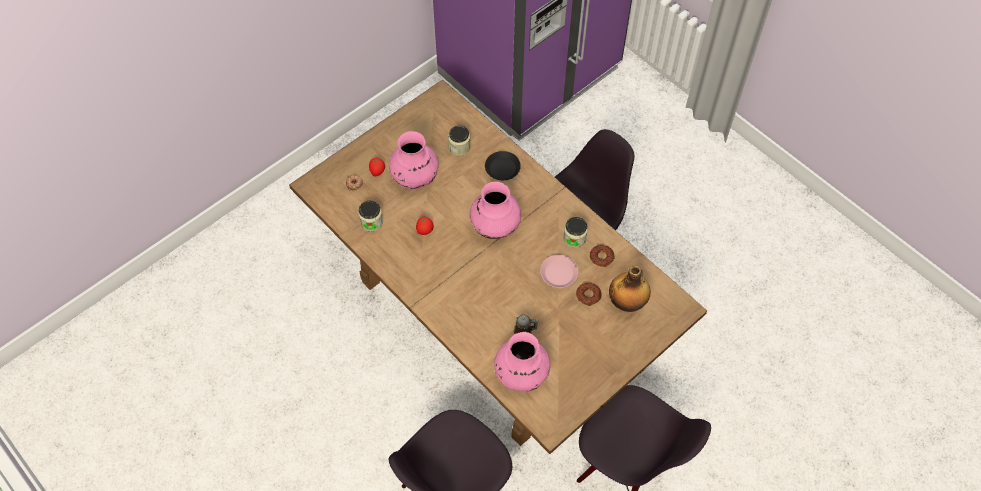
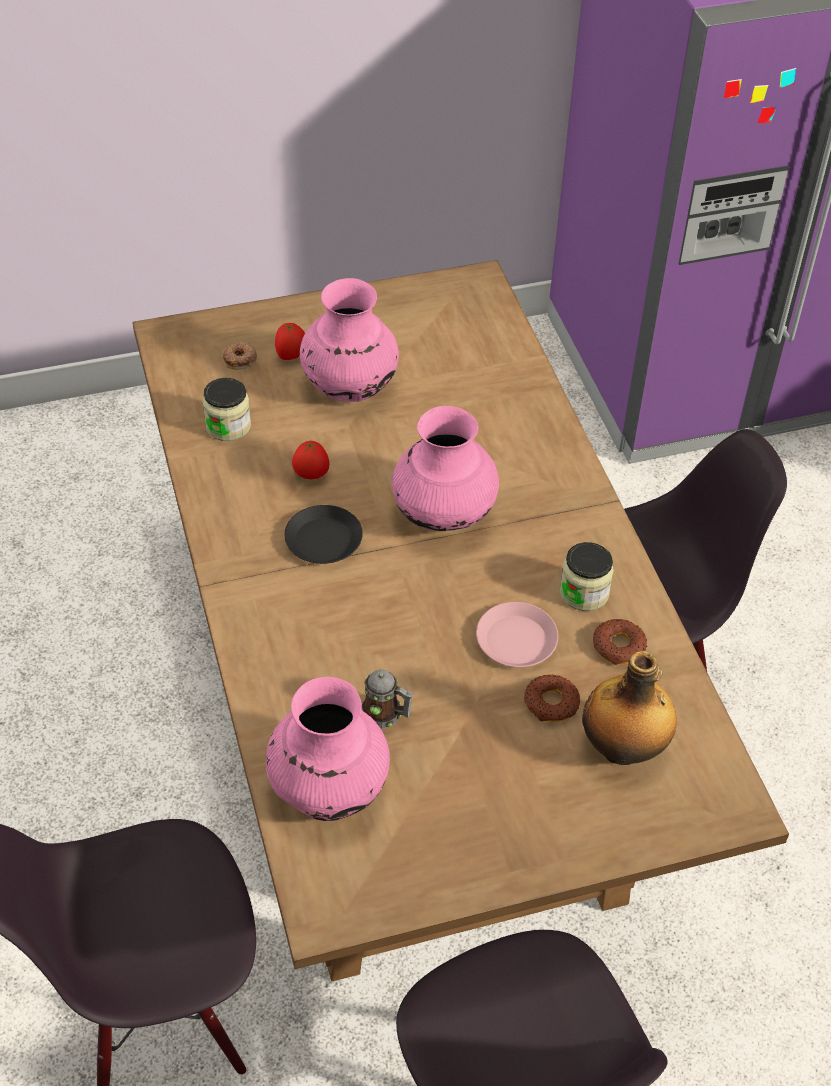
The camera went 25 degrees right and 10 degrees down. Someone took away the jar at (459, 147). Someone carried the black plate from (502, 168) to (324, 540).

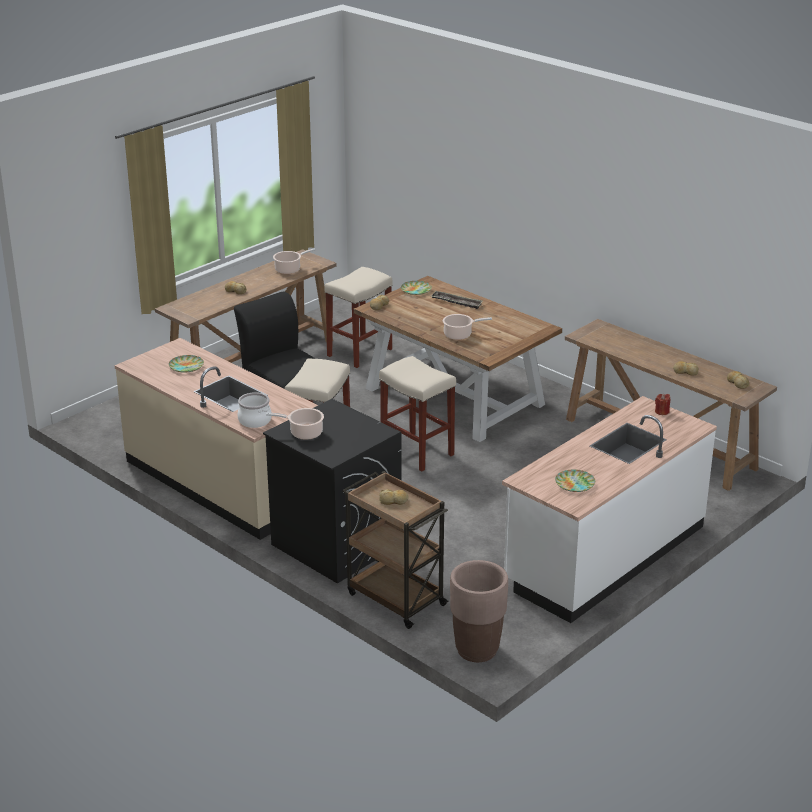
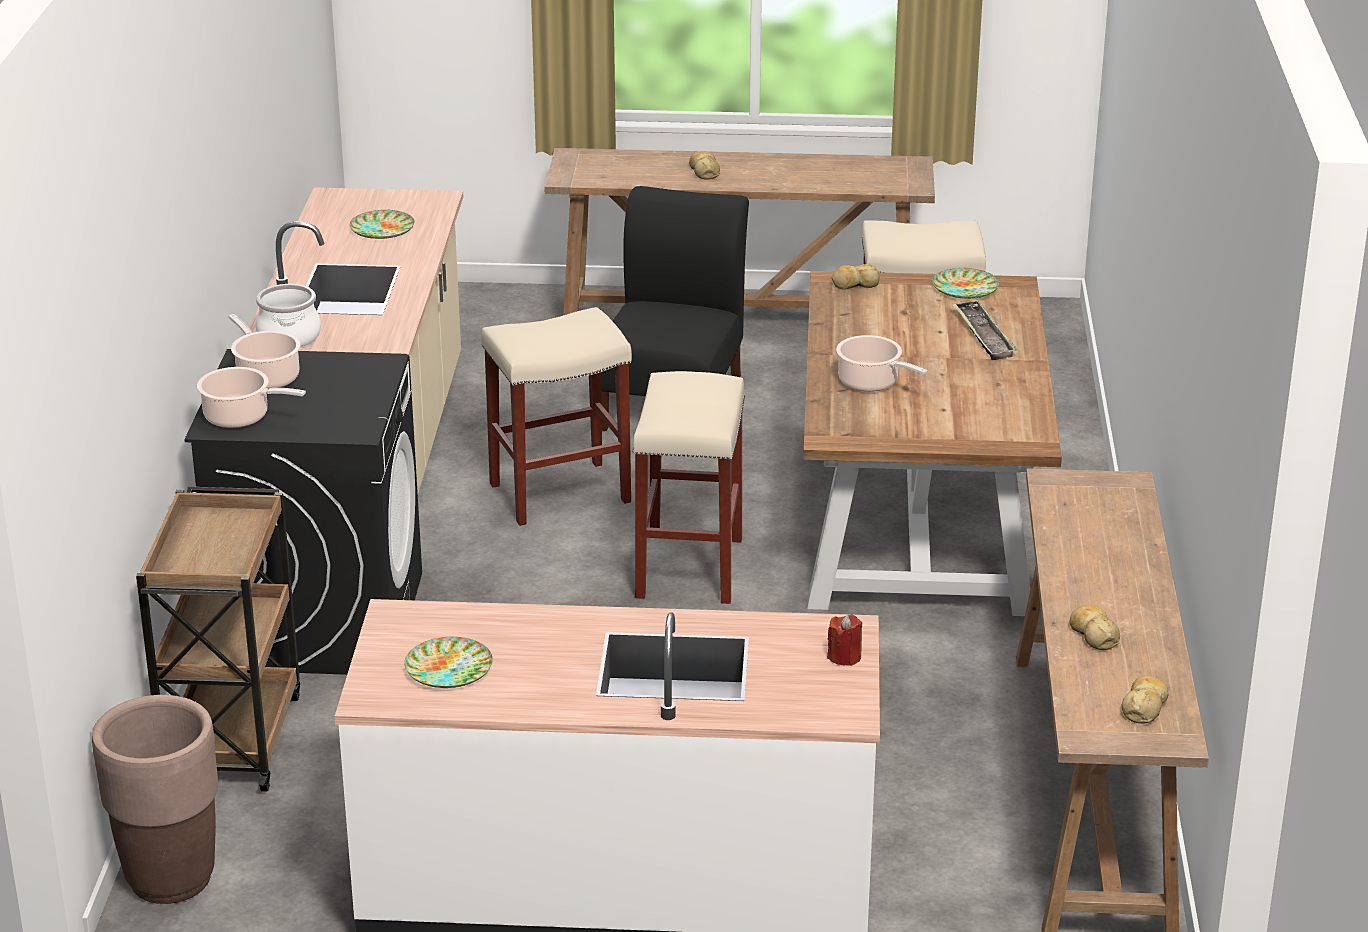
The camera went 50 degrees right and 0 degrees up. Someone carried the cooking pot from (289, 269) to (240, 417). Someone took away the bread at (393, 501).

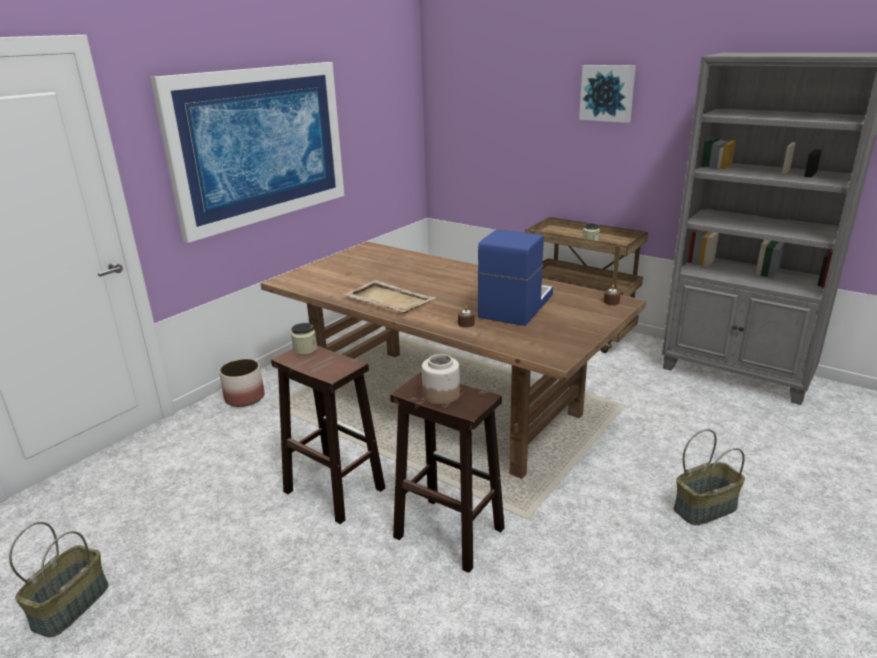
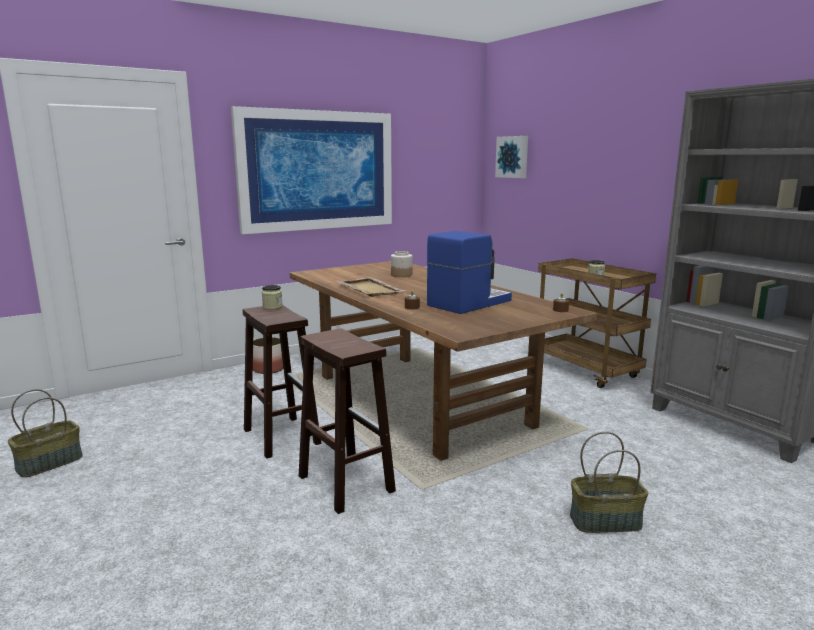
The camera went 20 degrees right and 10 degrees down. Someone carried the picture from (607, 93) to (512, 157). Someone carried the jar from (441, 395) to (401, 275).

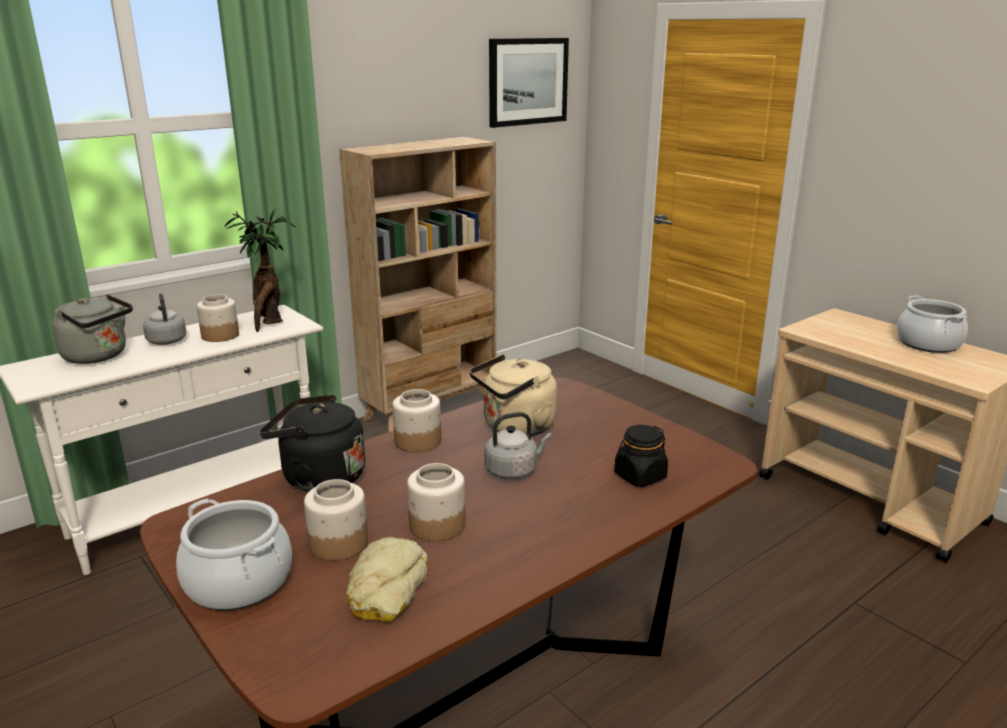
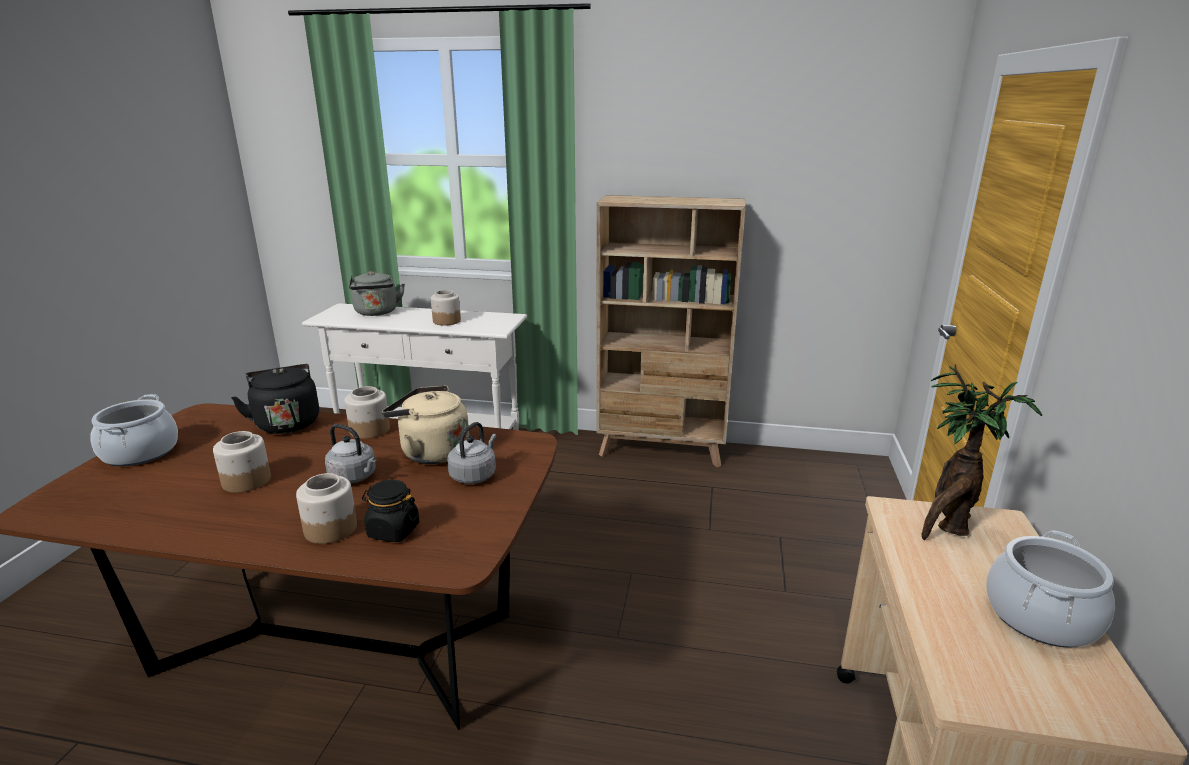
The camera went 50 degrees right and 0 degrees up. Someone took away the picture at (528, 81). Someone carried the potted plant from (269, 321) to (949, 525). Someone carried the grey kettle from (167, 340) to (474, 475). Someone carried the jar from (338, 544) to (330, 529). Someone took away the bread at (386, 589).

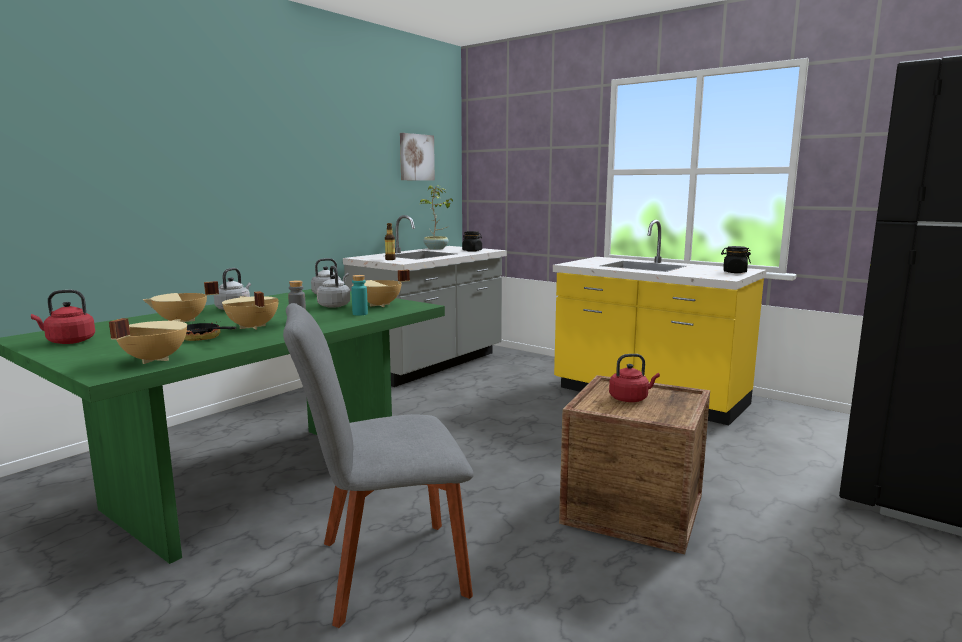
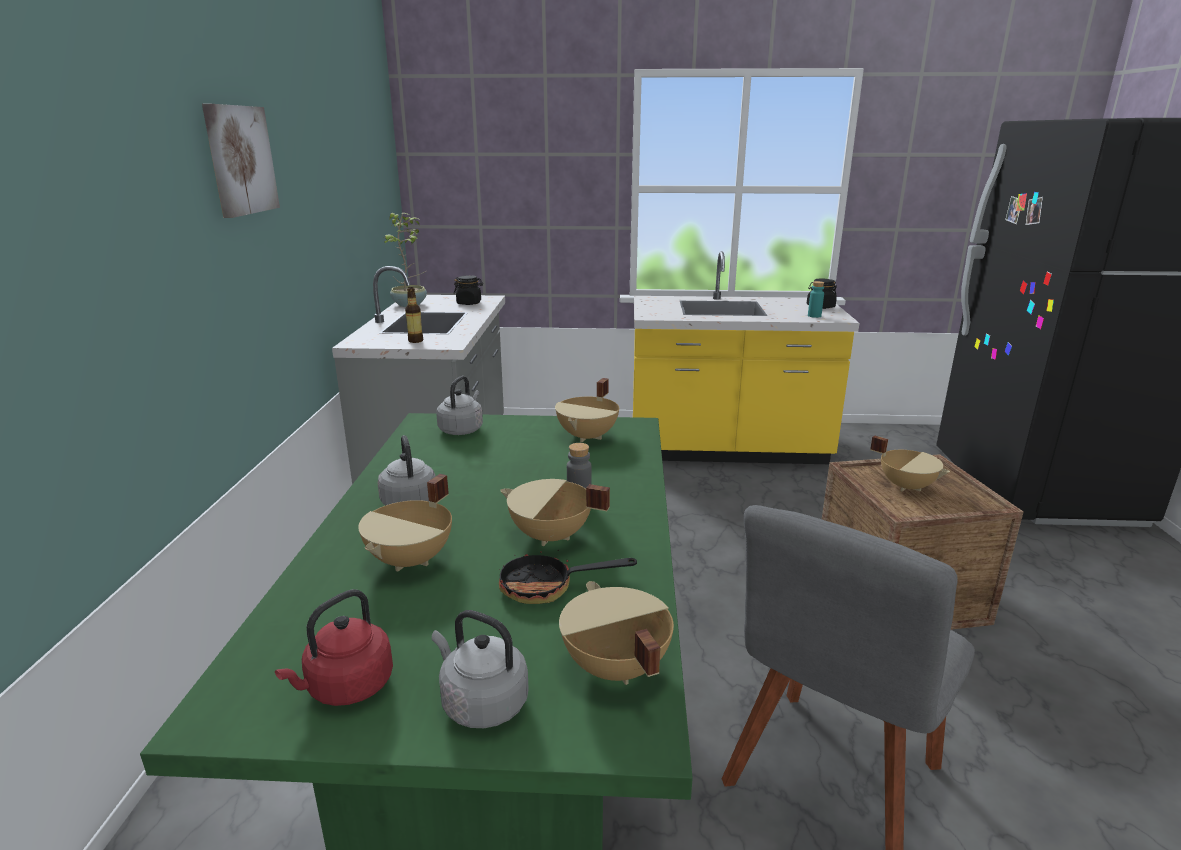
The camera went 35 degrees left and 10 degrees up. Someone carried the picture from (416, 157) to (239, 160). Someone carried the grey kettle from (333, 305) to (481, 703). Someone carried the turquoise bottle from (360, 314) to (814, 316). Someone swapped the red kettle at (630, 399) for the beige cooking pot at (906, 486).

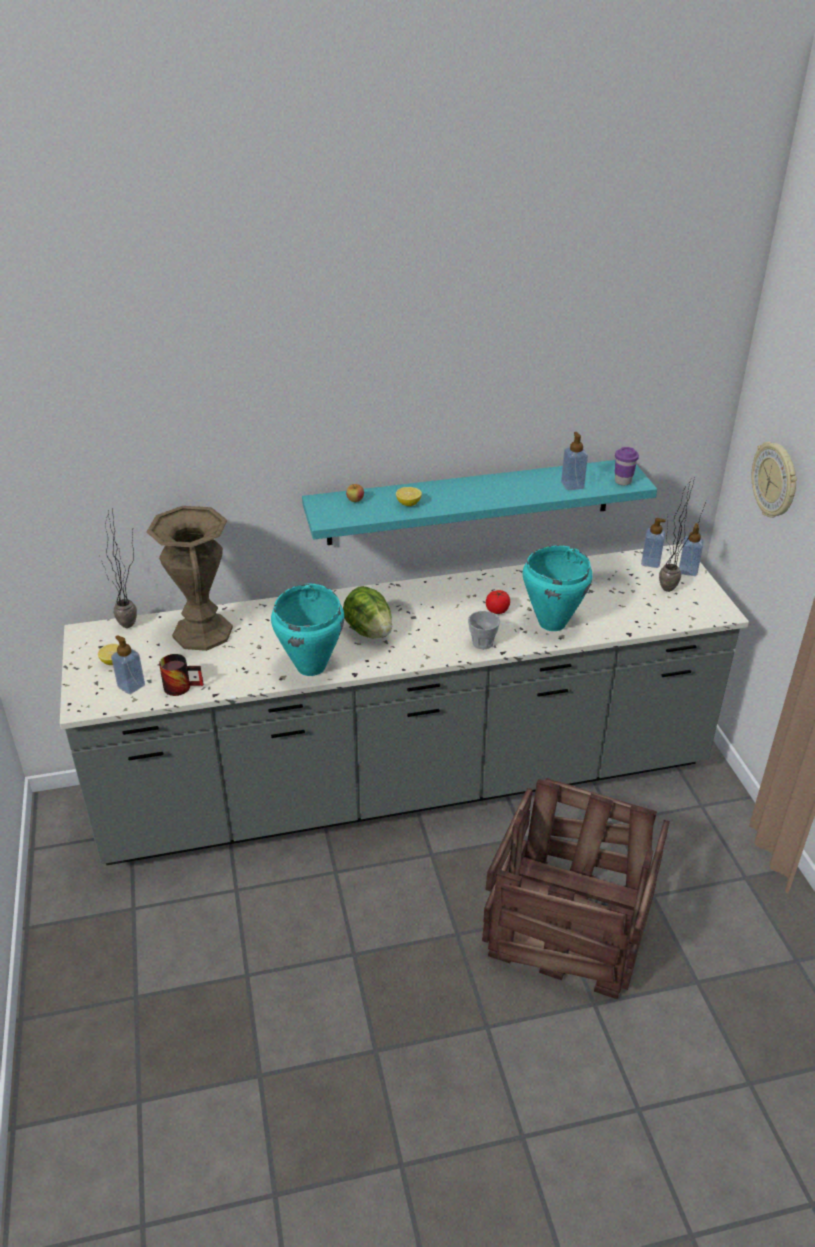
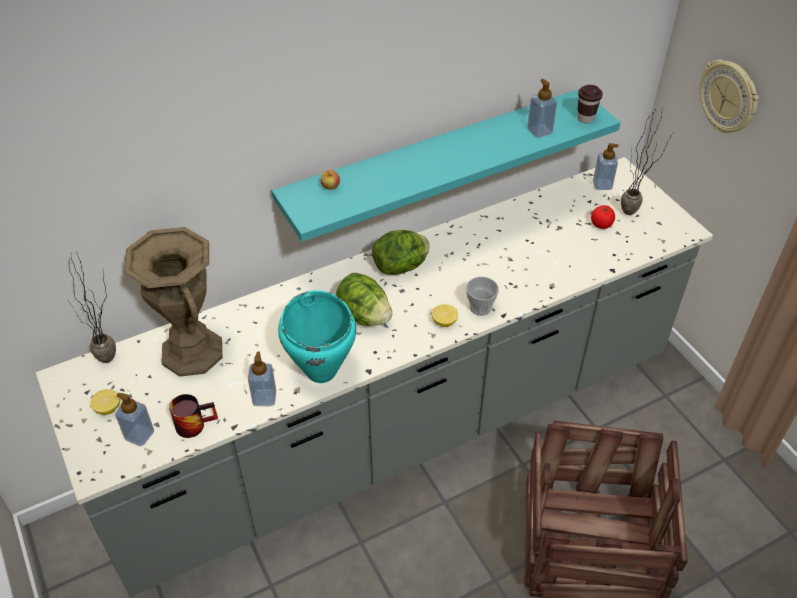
The camera went 15 degrees left and 10 degrees up. Someone repainted the purple cup at (623, 481), which became the brown cup at (585, 118). Someone carried the lemon from (408, 503) to (444, 322). Someone carried the soap dispenser from (688, 571) to (264, 398). Someone took away the turquoise cooking pot at (551, 623). Someone carried the tomato from (497, 610) to (601, 224). Someone put down the lettuce at (401, 267).

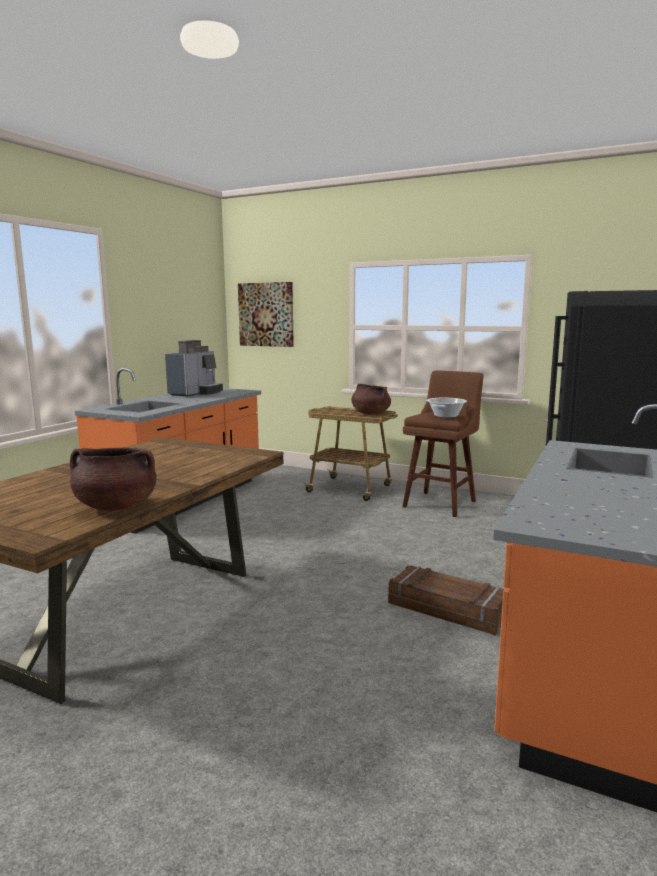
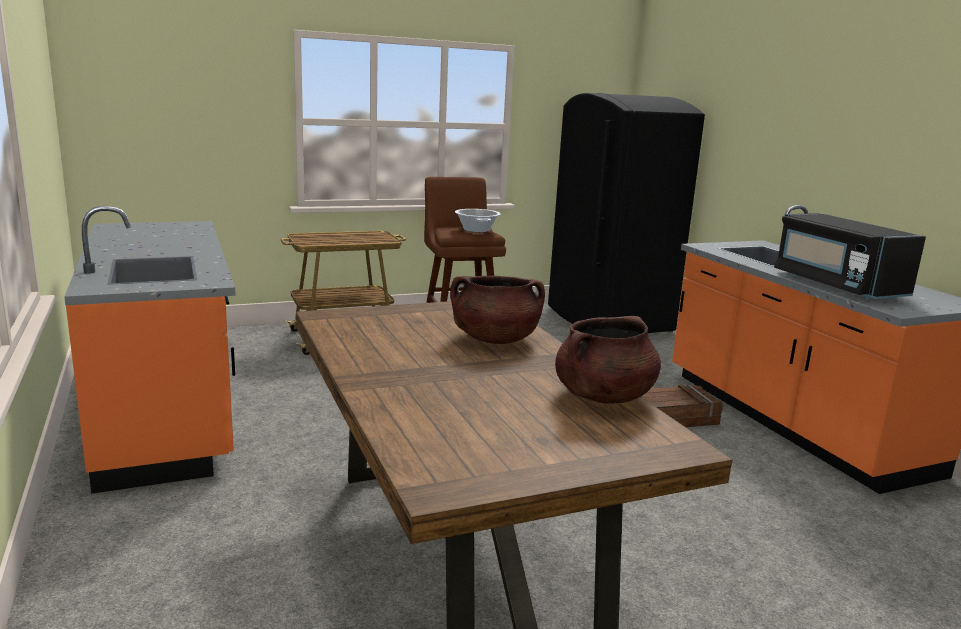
The camera went 50 degrees left and 5 degrees up. Someone took away the picture at (266, 314). Someone took away the coffee machine at (196, 393). Someone carried the brown cooking pot from (370, 413) to (495, 339). Someone put down the black microwave at (836, 285).

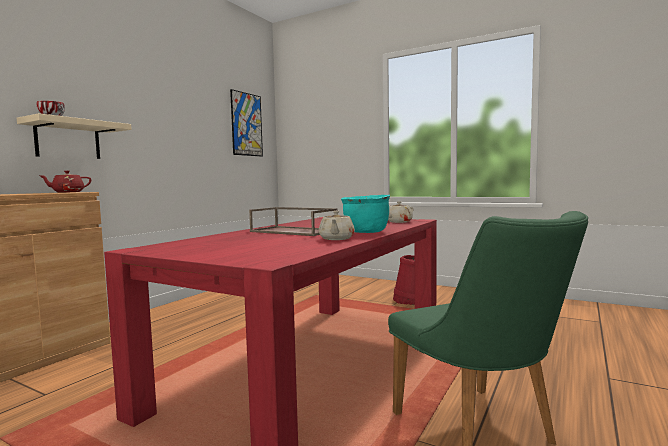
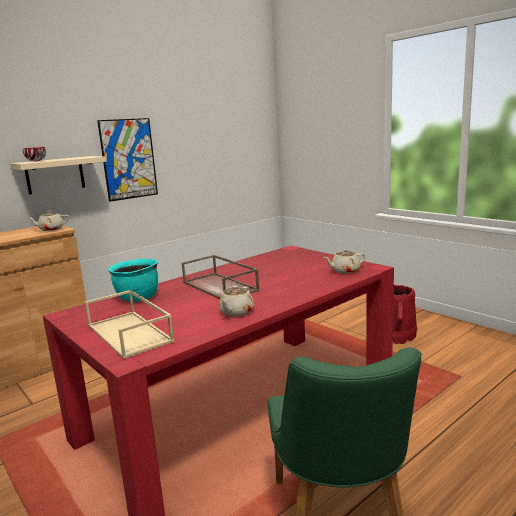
The camera went 20 degrees right and 10 degrees up. Someone carried the picture from (246, 124) to (129, 159). Someone repainted the red teapot at (67, 192), which became the beige teapot at (51, 229). Someone carried the turquoise cooking pot from (366, 232) to (137, 298). Someone put down the beige tray at (130, 333).

